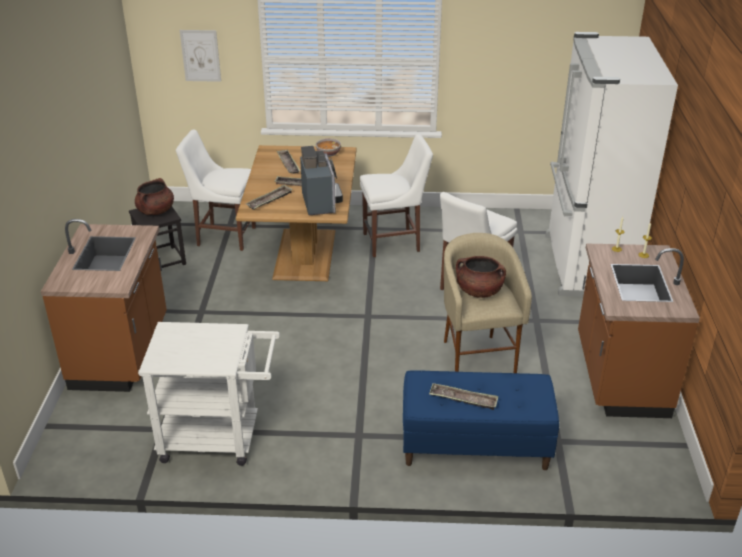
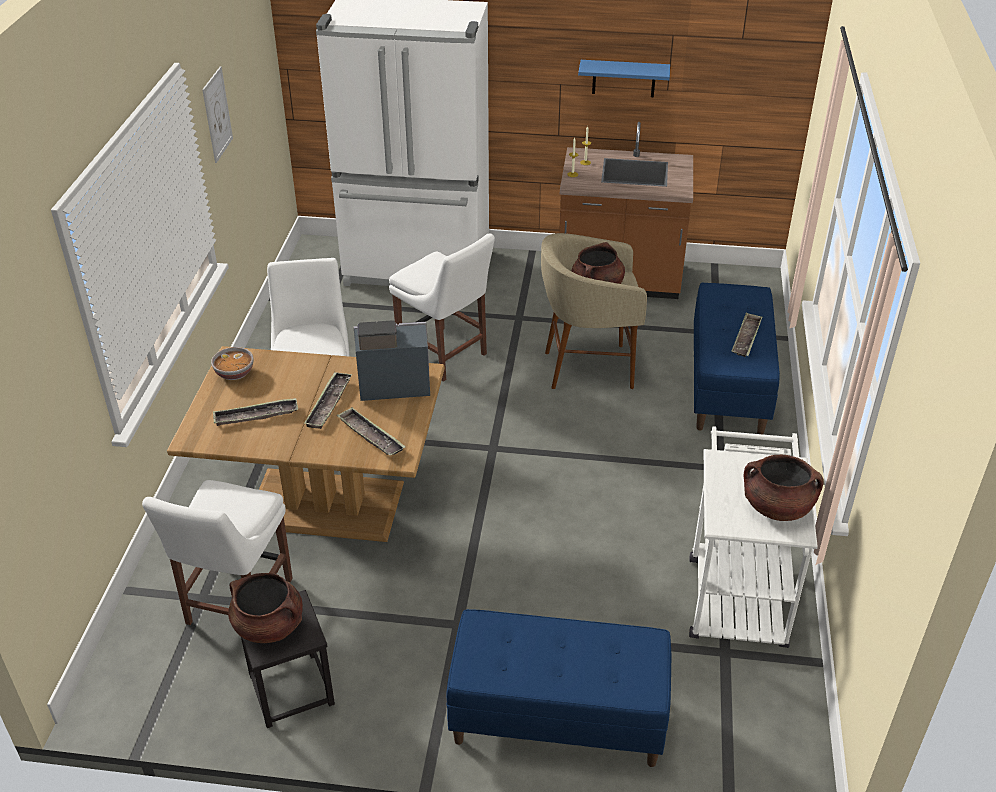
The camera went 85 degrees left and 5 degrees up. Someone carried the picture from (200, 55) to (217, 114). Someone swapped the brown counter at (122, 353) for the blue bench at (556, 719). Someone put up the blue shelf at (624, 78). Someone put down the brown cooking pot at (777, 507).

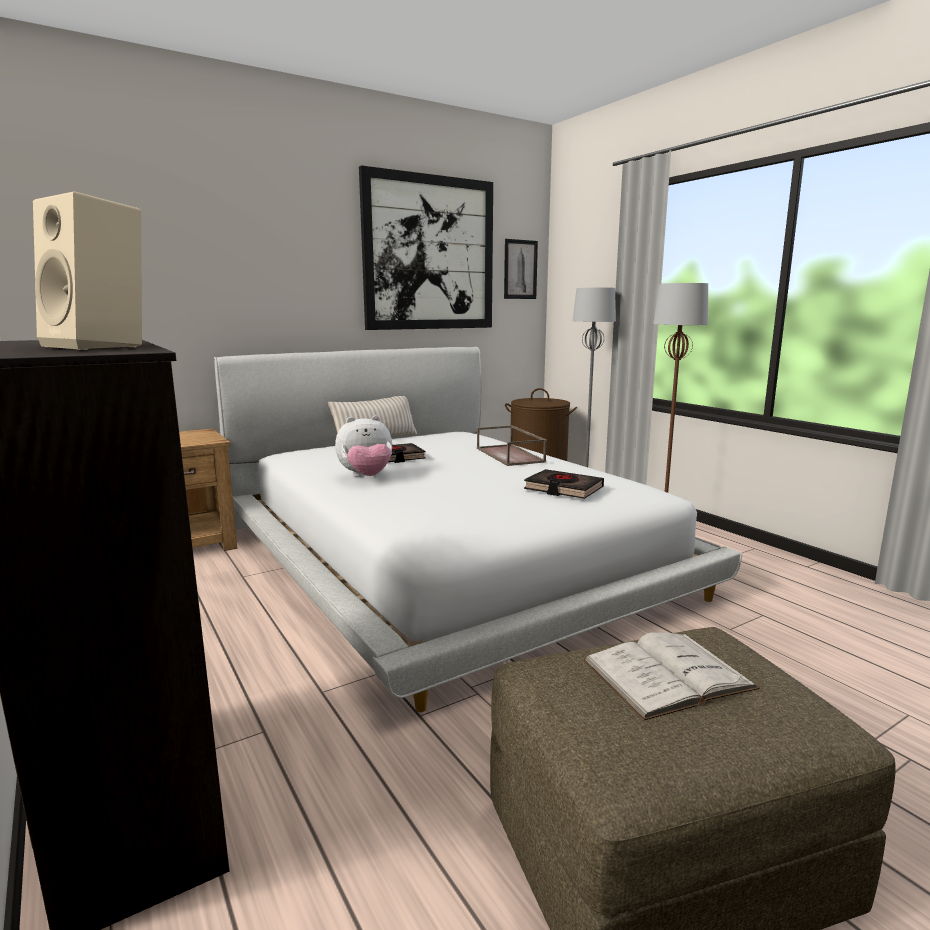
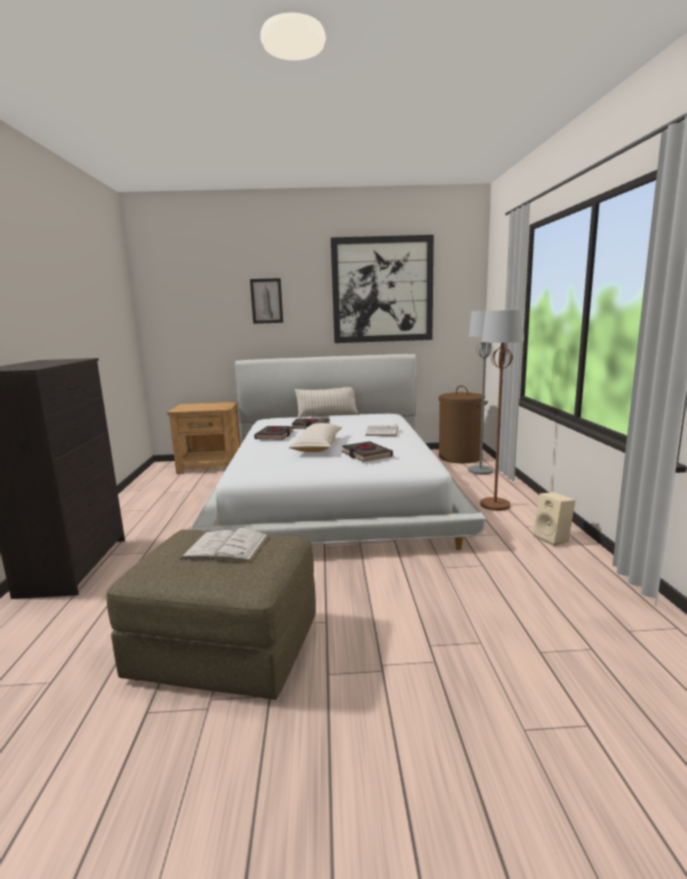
The camera went 30 degrees right and 0 degrees up. Someone carried the beige speaker from (102, 346) to (553, 539). Someone carried the picture from (520, 269) to (266, 301). Someone swapped the plush toy at (366, 477) for the black book at (275, 436). Someone swapped the brown tray at (511, 455) for the white book at (382, 431). Someone put down the beige pillow at (317, 446).

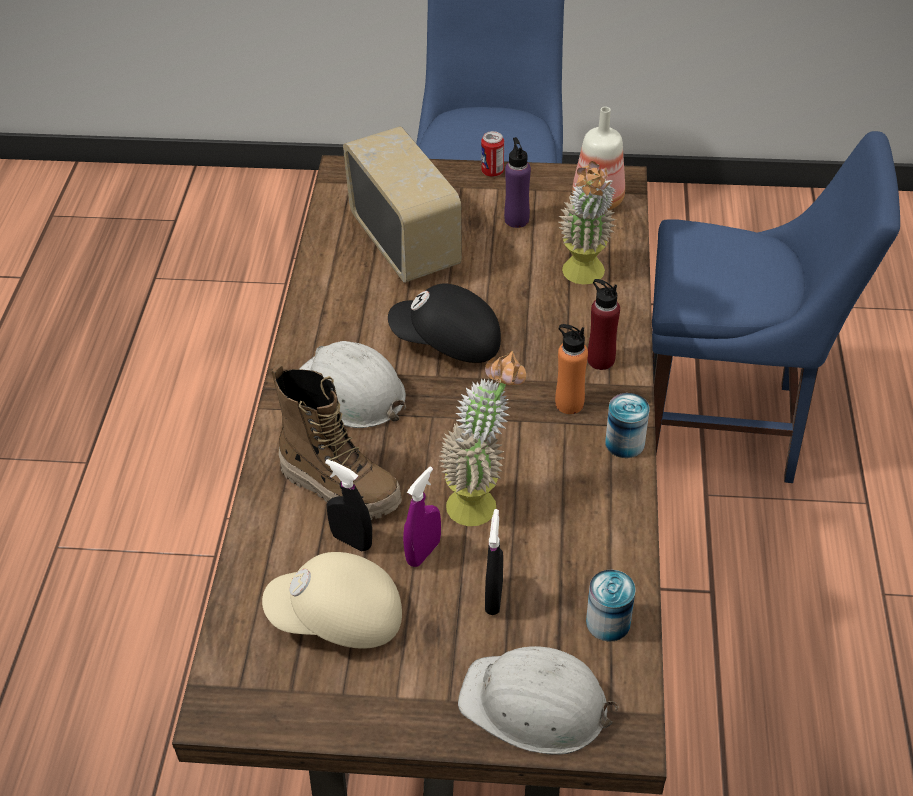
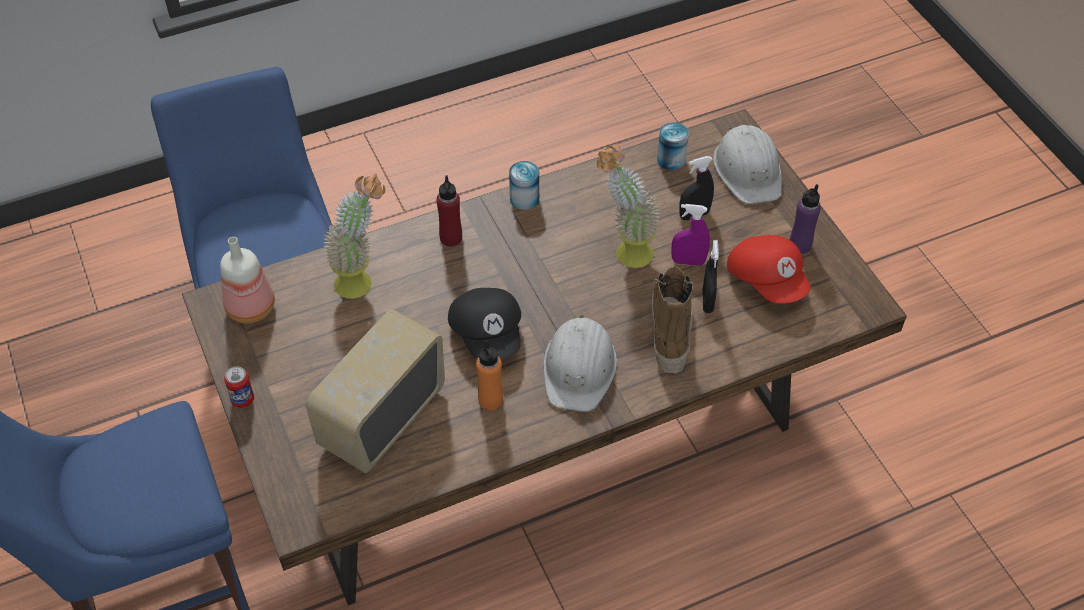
The camera went 120 degrees left and 5 degrees up. Someone carried the purple bottle from (516, 219) to (800, 245). Someone carried the orange bottle from (569, 403) to (490, 400). Someone repainted the beige cap at (338, 619), which became the red cap at (768, 280).

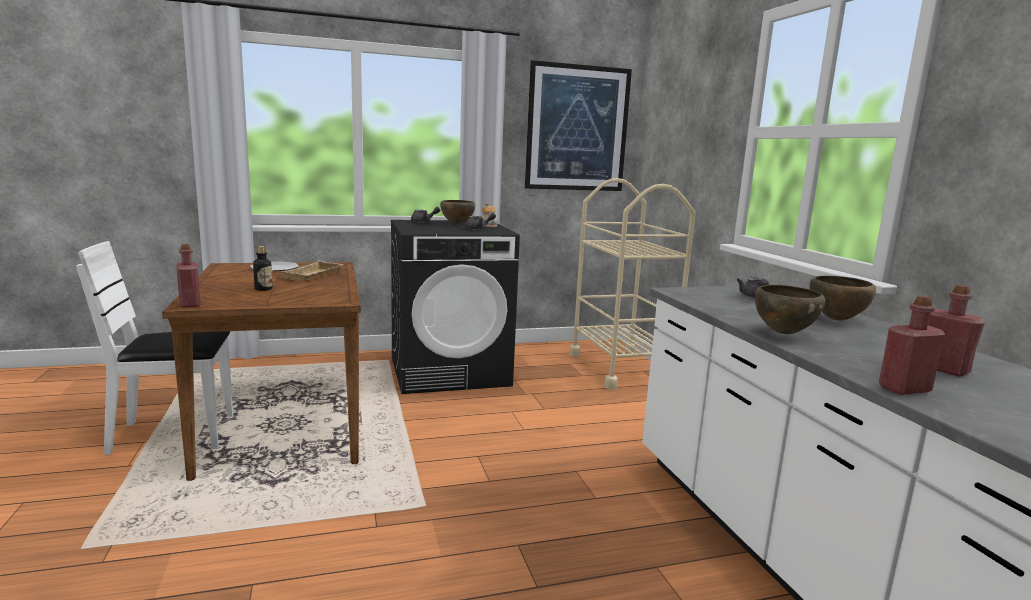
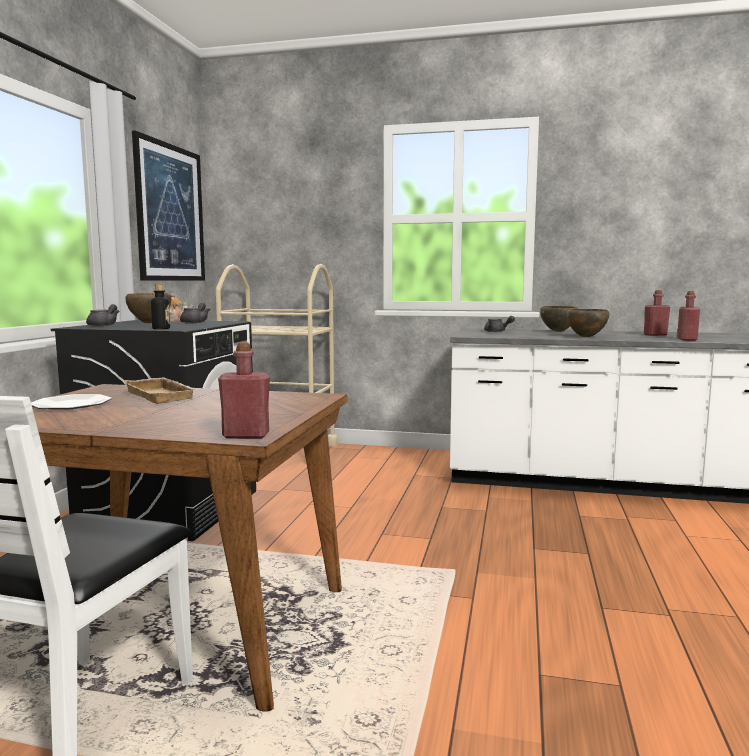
The camera went 60 degrees left and 5 degrees down. Someone carried the bottle from (263, 289) to (161, 328).

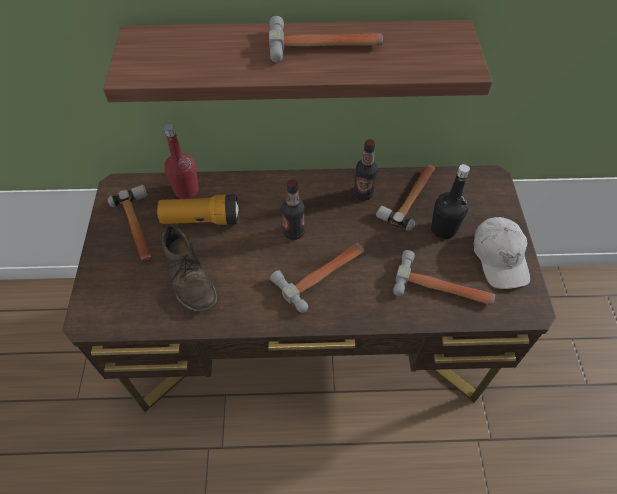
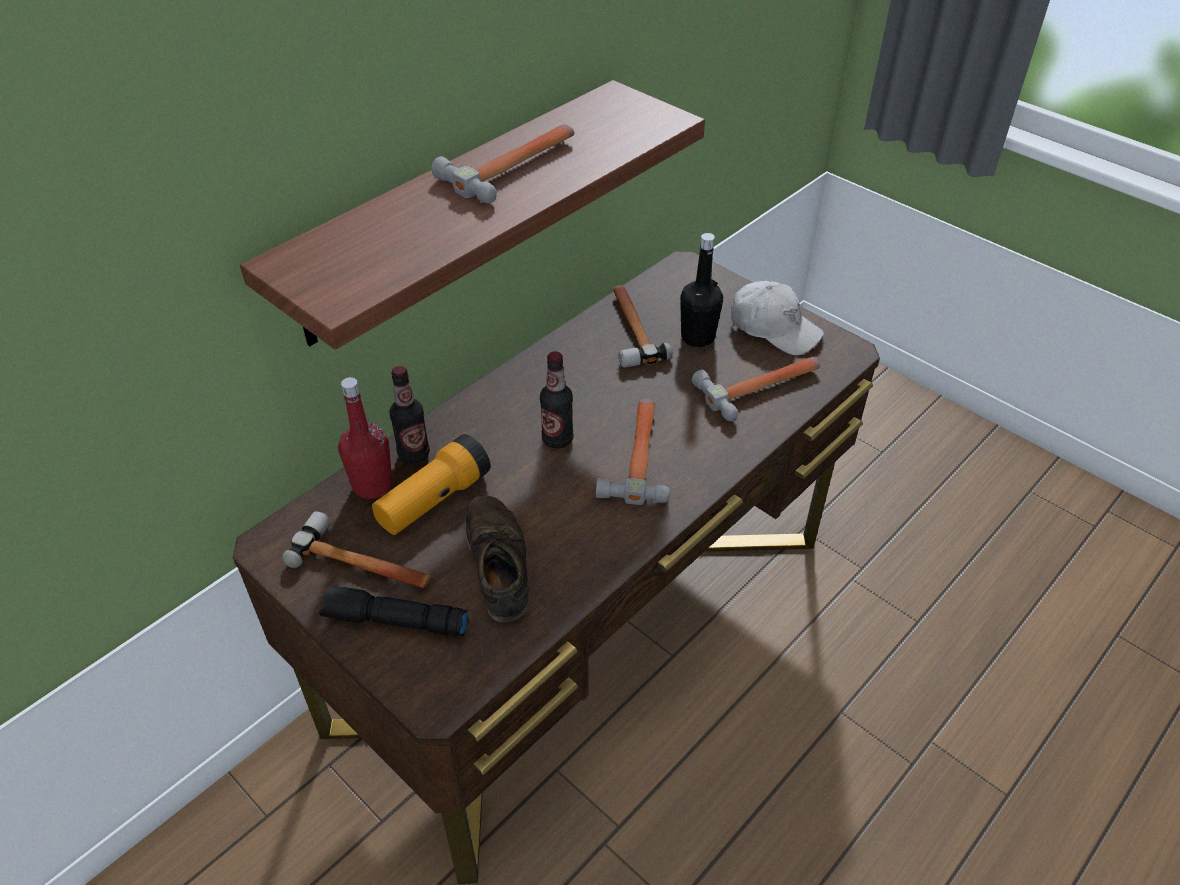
The camera went 45 degrees left and 10 degrees down. Someone carried the bottle from (363, 193) to (414, 454). Someone rotated the brown shoe at (189, 276) by 120 degrees counterclockwise. Someone put down the black flashlight at (394, 622).

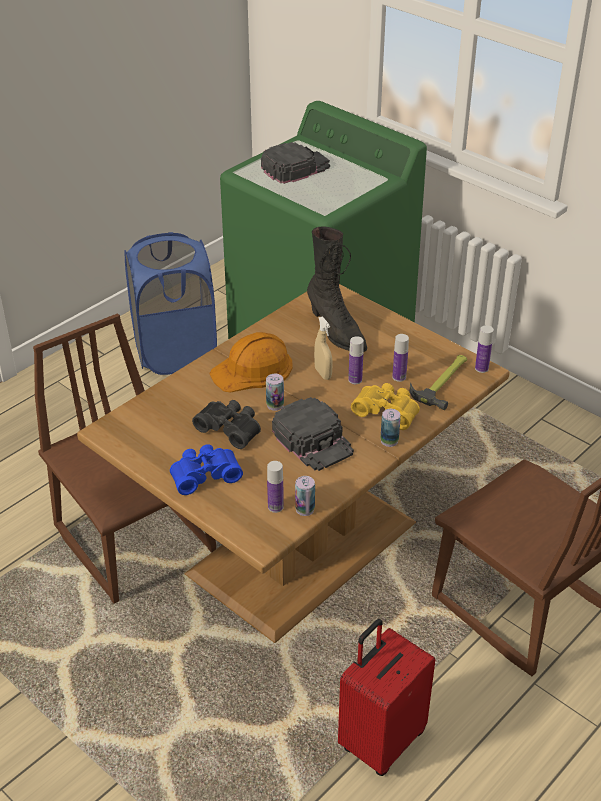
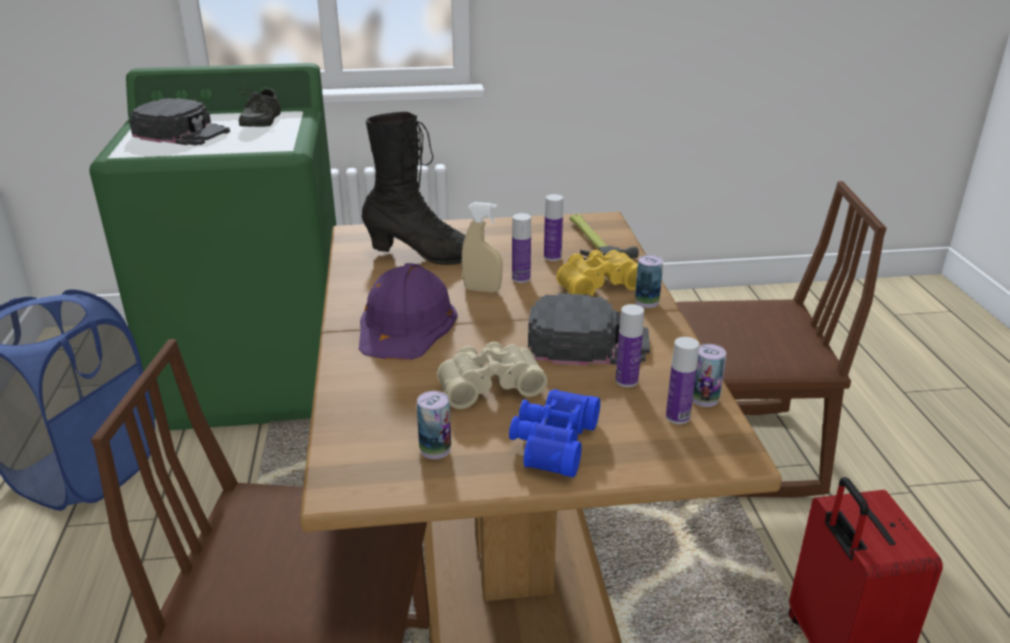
The camera went 50 degrees left and 10 degrees down. Someone rotated the black cap at (295, 167) by 105 degrees clockwise. Someone carried the bottle from (481, 368) to (626, 380). Someone repainted the orange hard hat at (253, 369), which became the purple hard hat at (406, 324). Someone carried the can from (275, 405) to (435, 450). Someone repainted the black binoculars at (230, 428), which became the beige binoculars at (488, 384). Someone put down the grey shoe at (258, 121).

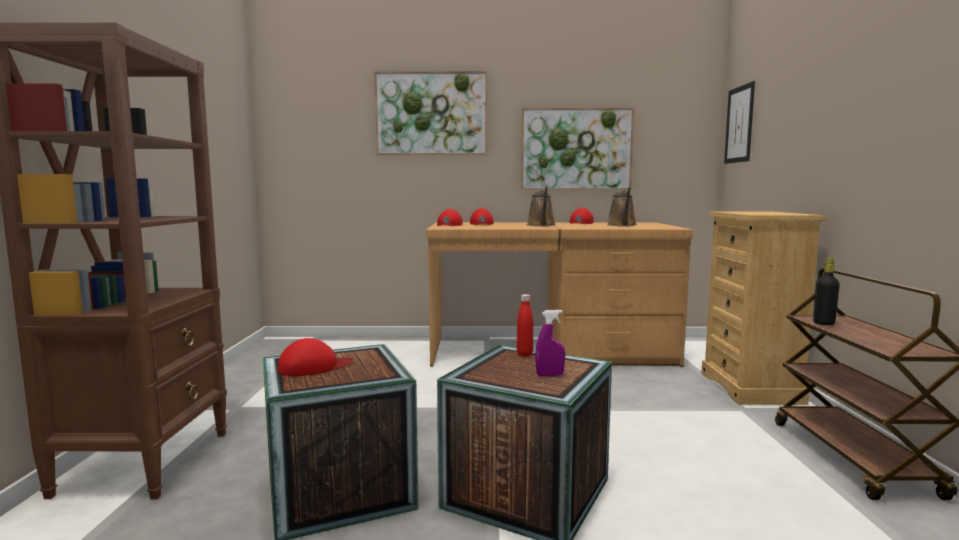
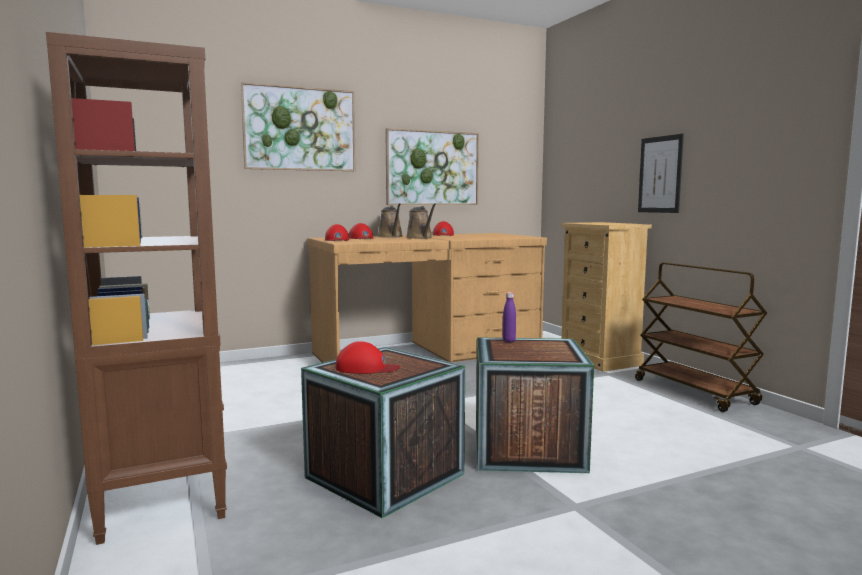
The camera went 25 degrees left and 0 degrees up. Someone carried the picture from (739, 124) to (660, 174). Someone carried the brown watering can from (622, 225) to (391, 237). Someone took away the black bottle at (823, 323). Someone repainted the red bottle at (524, 354), which became the purple bottle at (509, 341). Someone took away the purple spray bottle at (549, 375). Someone rotated the red cap at (314, 367) by 60 degrees clockwise.

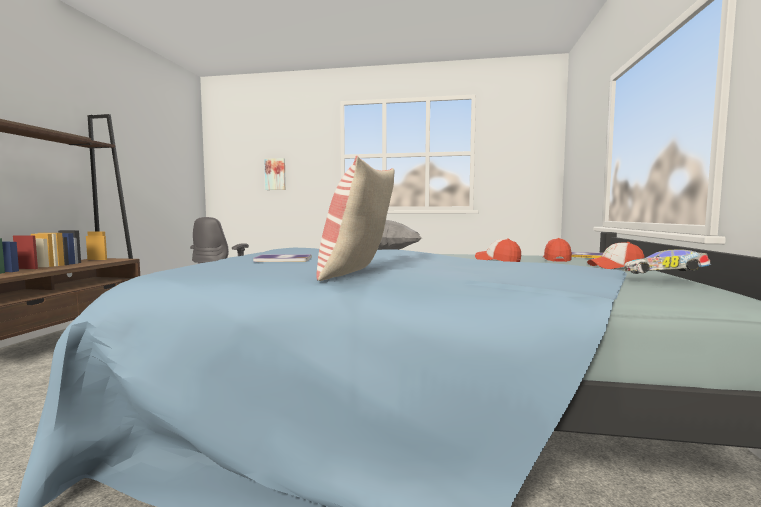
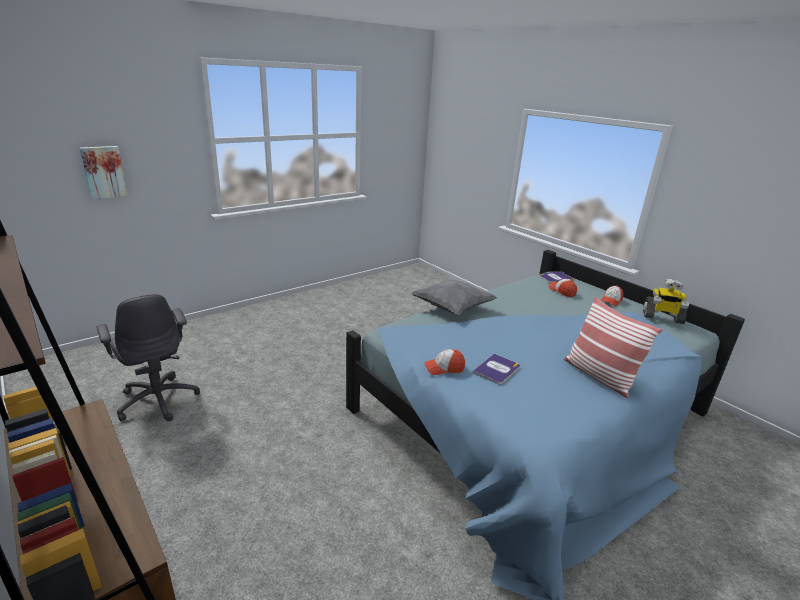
The camera went 50 degrees left and 20 degrees up. Someone carried the cap from (497, 261) to (444, 368). Someone swapped the toy car at (666, 276) for the toy robot at (662, 317).

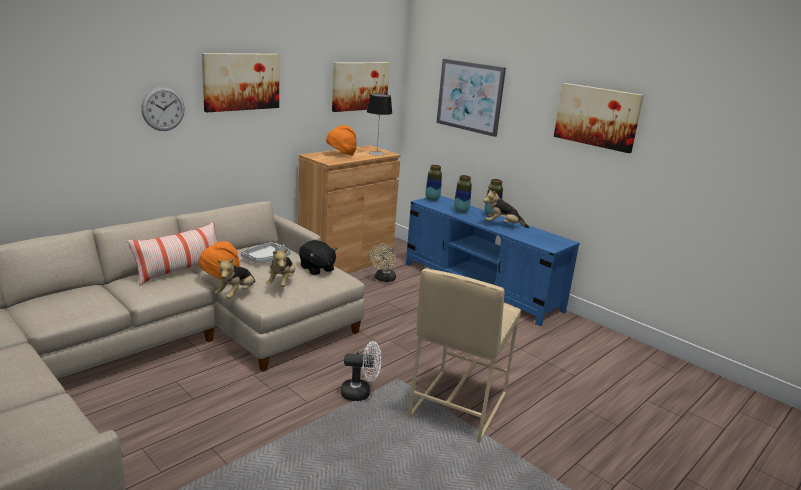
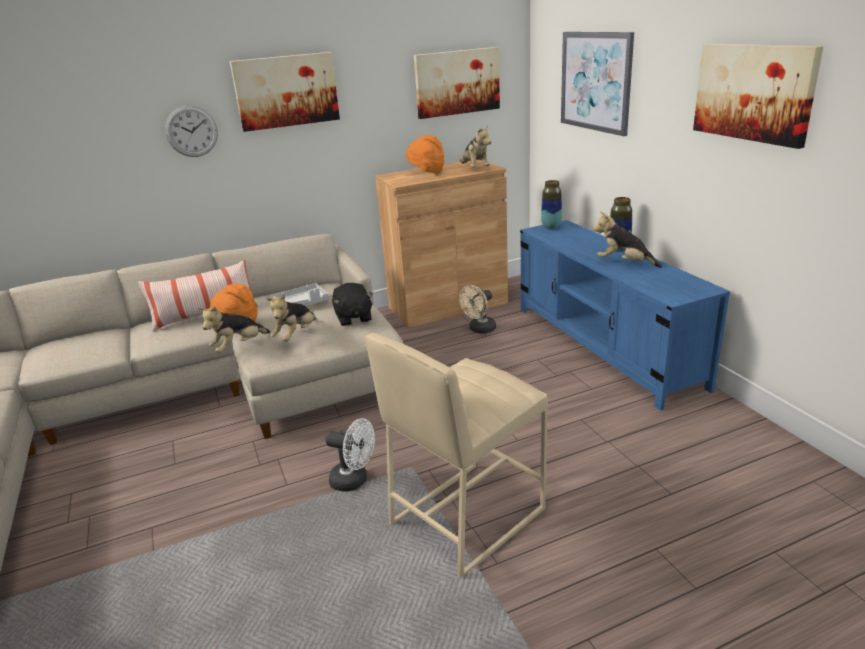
The camera went 25 degrees right and 5 degrees up. Someone swapped the table lamp at (376, 153) for the plush toy at (475, 169). Someone took away the vase at (461, 211).

